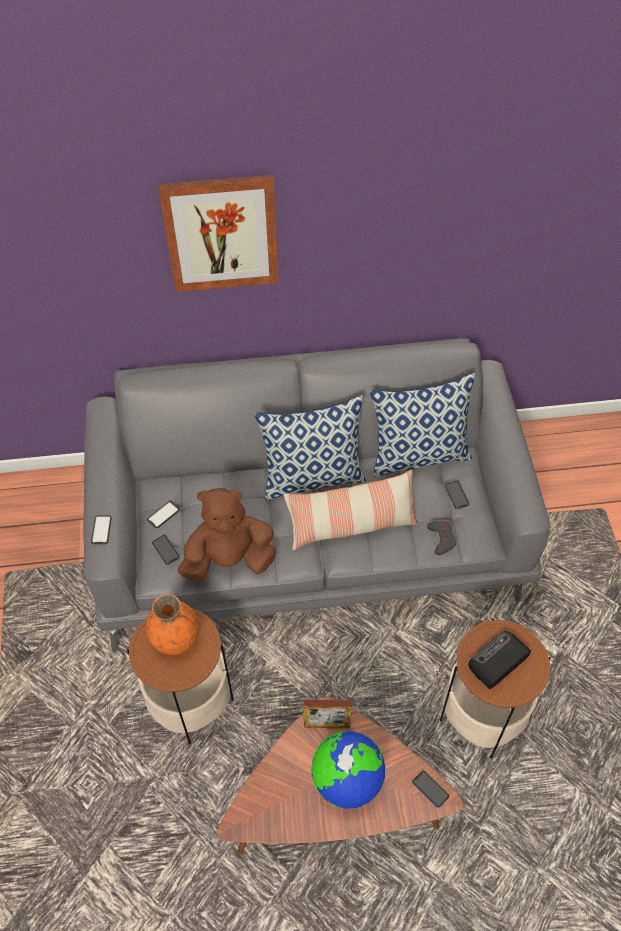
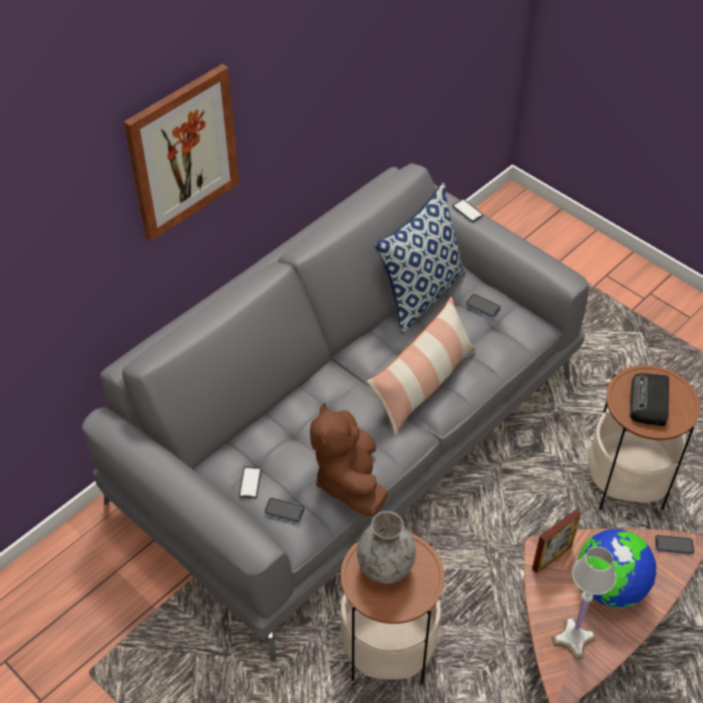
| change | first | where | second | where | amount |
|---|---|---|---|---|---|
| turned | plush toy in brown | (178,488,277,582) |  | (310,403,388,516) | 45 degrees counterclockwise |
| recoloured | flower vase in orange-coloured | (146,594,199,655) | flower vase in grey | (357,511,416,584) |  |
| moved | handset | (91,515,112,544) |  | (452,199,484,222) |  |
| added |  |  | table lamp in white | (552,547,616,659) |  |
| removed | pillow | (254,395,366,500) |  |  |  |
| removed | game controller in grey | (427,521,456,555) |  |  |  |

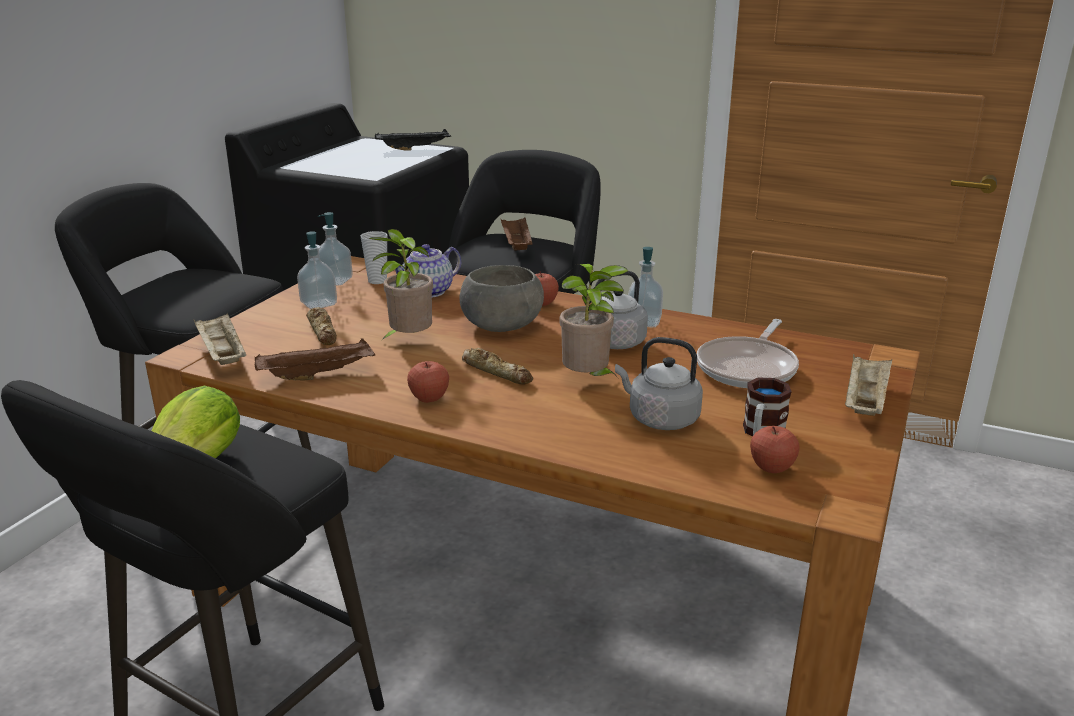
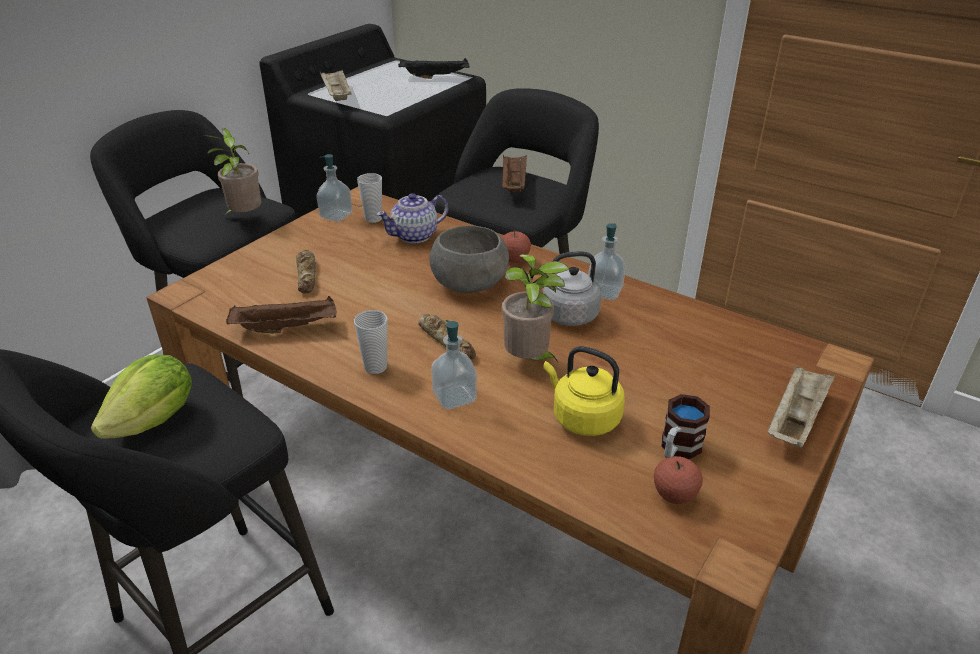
| change | first | where | second | where | amount |
|---|---|---|---|---|---|
| moved | plant in a pot | (369,229,433,340) |  | (204,128,261,214) |  |
| moved | serving tray in beige-coloured | (194,313,246,365) |  | (320,70,352,101) |  |
| replaced | whole apple | (407,361,449,403) | drinking cup | (354,310,387,374) |  |
| moved | soap dispenser | (297,231,337,309) |  | (431,320,477,410) |  |
| recoloured | tea kettle in grey | (615,337,703,430) | tea kettle in yellow | (543,346,625,436) |  |
| removed | skillet | (697,319,799,388) |  |  |  |

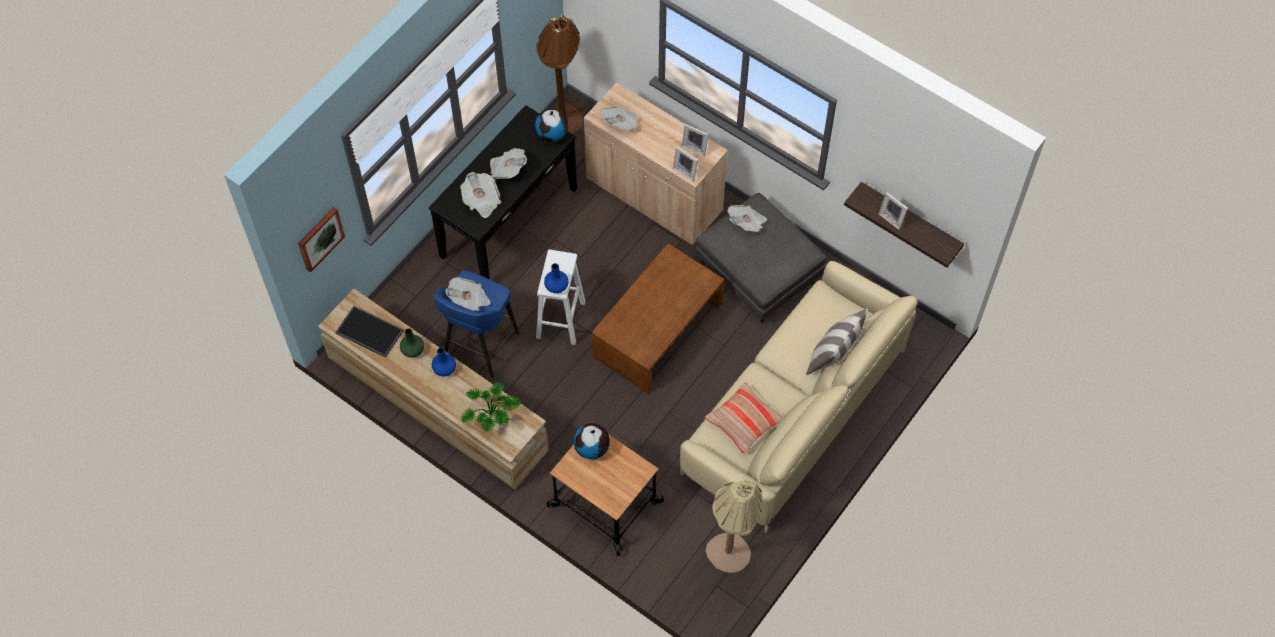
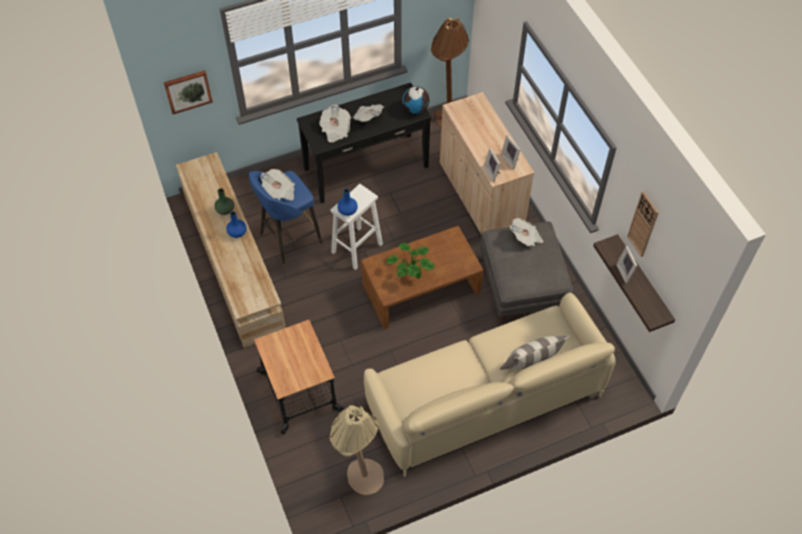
| change | first | where | second | where | amount |
|---|---|---|---|---|---|
| moved | plant in a pot | (461,382,521,432) |  | (385,242,435,279) |  |
| added |  |  | wall clock | (627,191,659,257) |  |
| removed | serving tray | (335,306,404,358) |  |  |  |
| removed | world globe | (574,423,610,459) |  |  |  |
| removed | printed paper | (600,106,640,129) |  |  |  |
| removed | pillow | (705,382,783,454) |  |  |  |

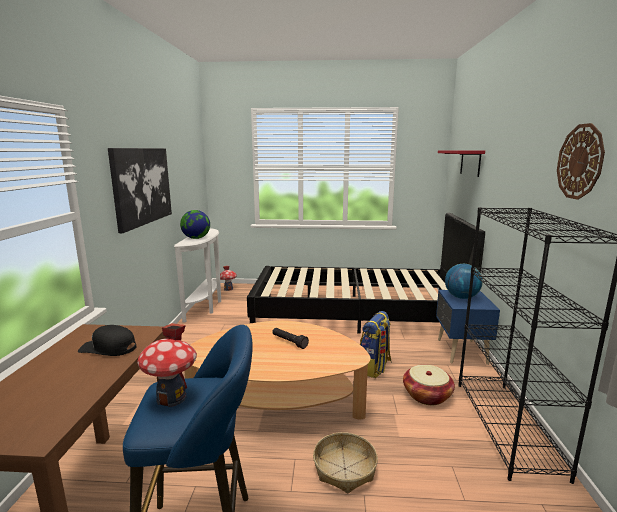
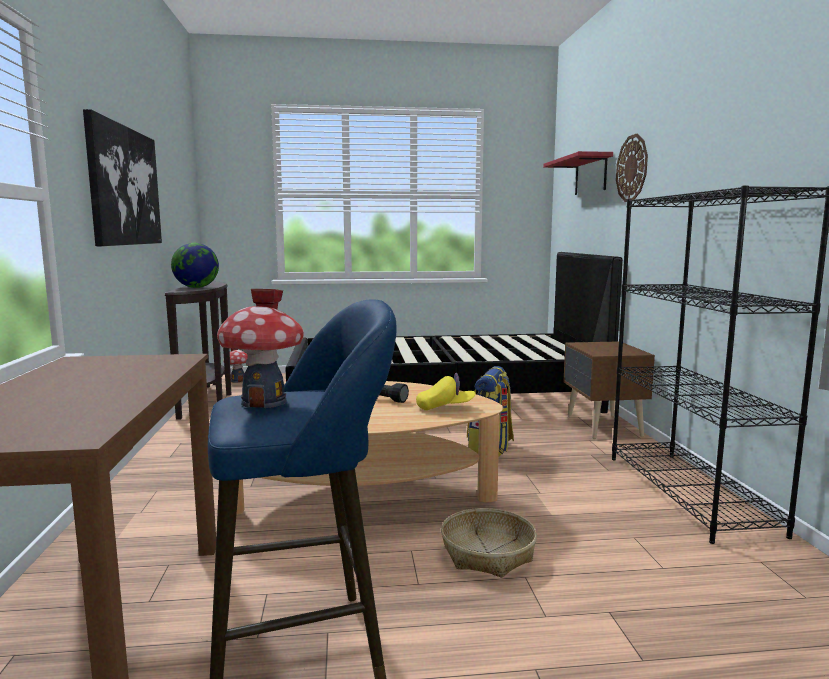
| change | first | where | second | where | amount |
|---|---|---|---|---|---|
| recoloured | narrow table in white | (174,228,221,322) | narrow table in brown | (165,282,231,420) |  |
| added |  |  | peaked cap in yellow | (416,373,476,410) |  |
| recoloured | night table in blue-coloured | (436,290,500,365) | night table in brown | (563,341,655,439) |  |
| moved | wall clock | (557,123,605,200) |  | (616,134,648,202) |  |
| removed | peaked cap in black-coloured | (78,325,137,356) |  |  |  |
| removed | household basket | (403,365,455,405) |  |  |  |
| removed | world globe | (445,264,483,299) |  |  |  |

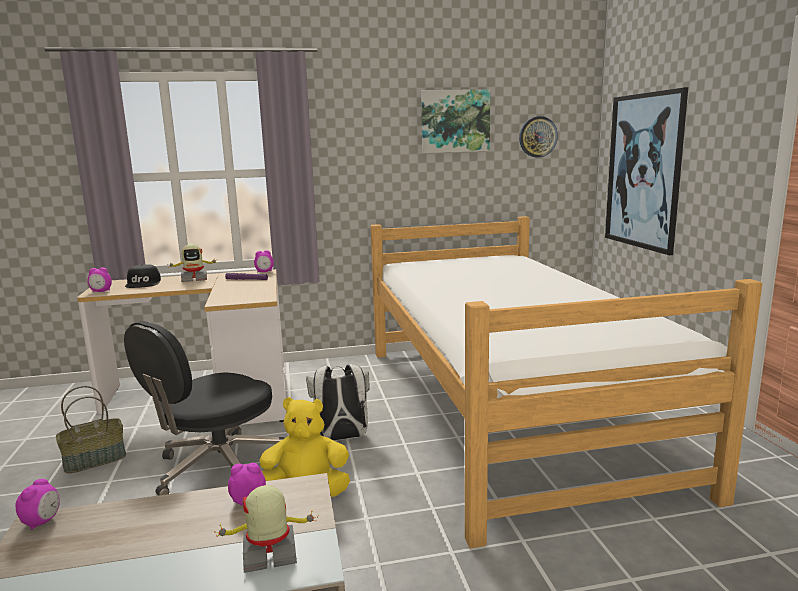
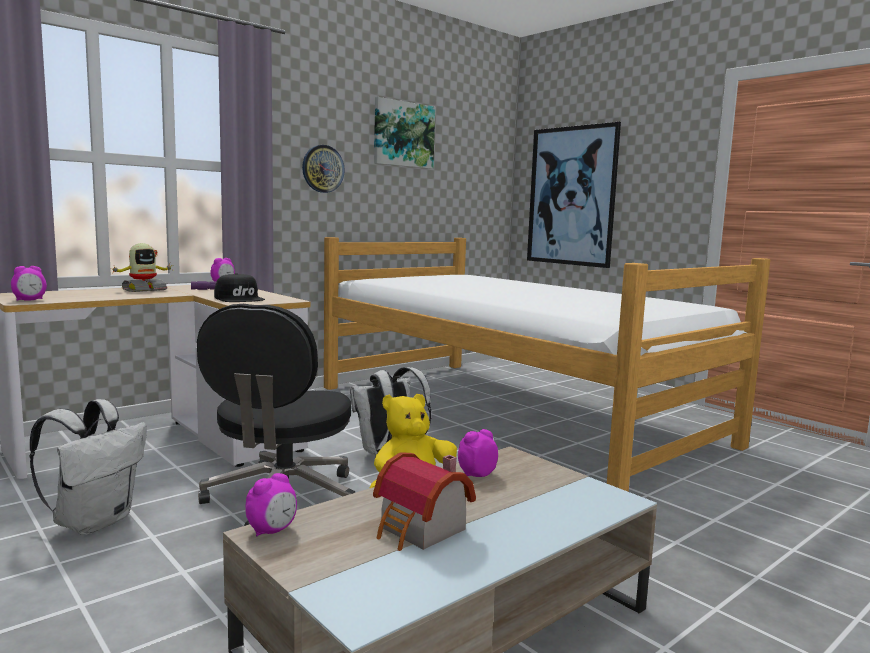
| change | first | where | second | where | amount |
|---|---|---|---|---|---|
| replaced | household basket | (56,386,126,474) | knapsack in white | (29,399,147,535) |  |
| moved | peaked cap in black-coloured | (125,264,161,288) |  | (214,273,265,302) |  |
| turned | bedside clock | (16,479,60,530) |  | (246,473,297,537) | 60 degrees clockwise |
| moved | wall clock | (519,116,558,157) |  | (302,145,345,193) |  |
| added |  |  | miniature house | (373,452,476,551) |  |
| removed | model robot | (213,485,318,573) |  |  |  |

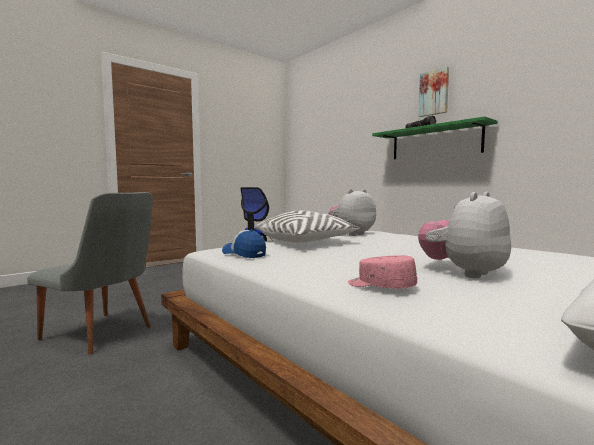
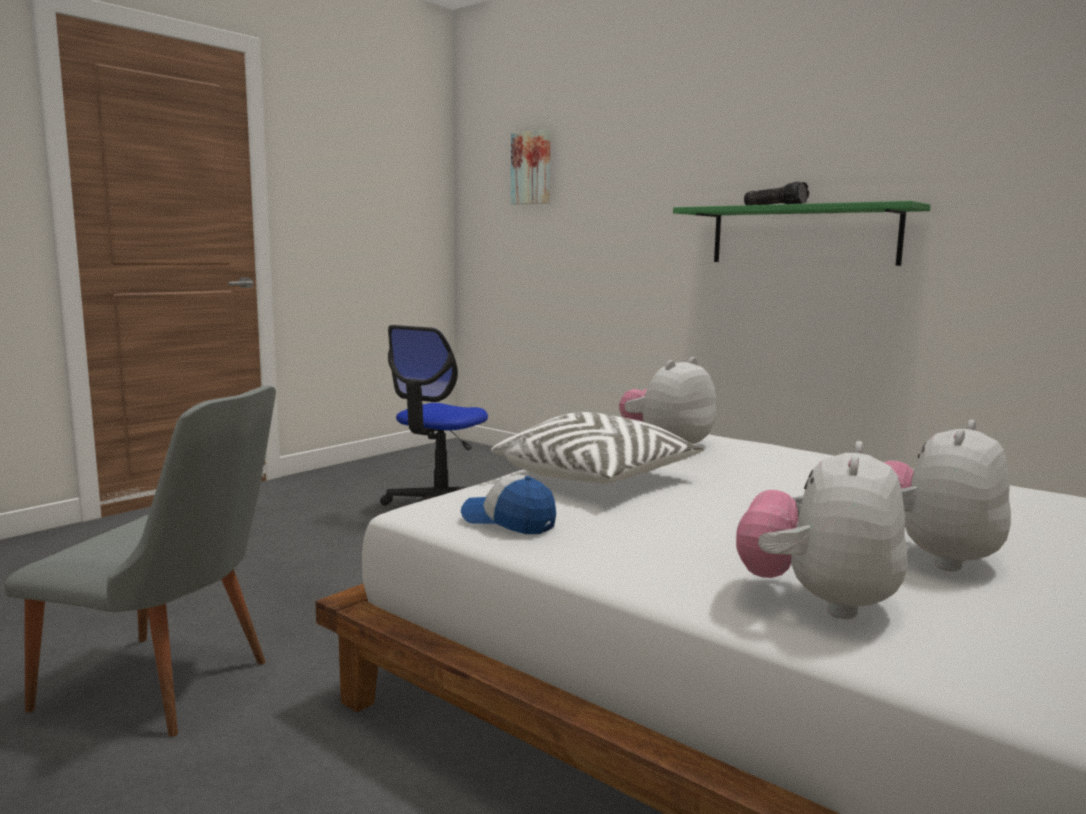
| change | first | where | second | where | amount |
|---|---|---|---|---|---|
| moved | wall picture | (419,67,449,117) |  | (511,129,551,204) |  |
| replaced | peaked cap in pinkish | (348,255,417,289) | plush toy | (736,441,907,619) |  |

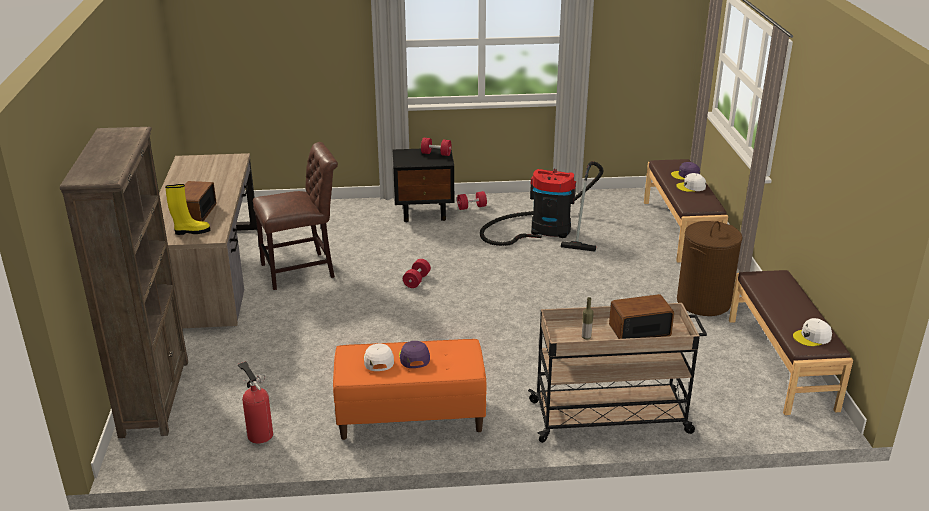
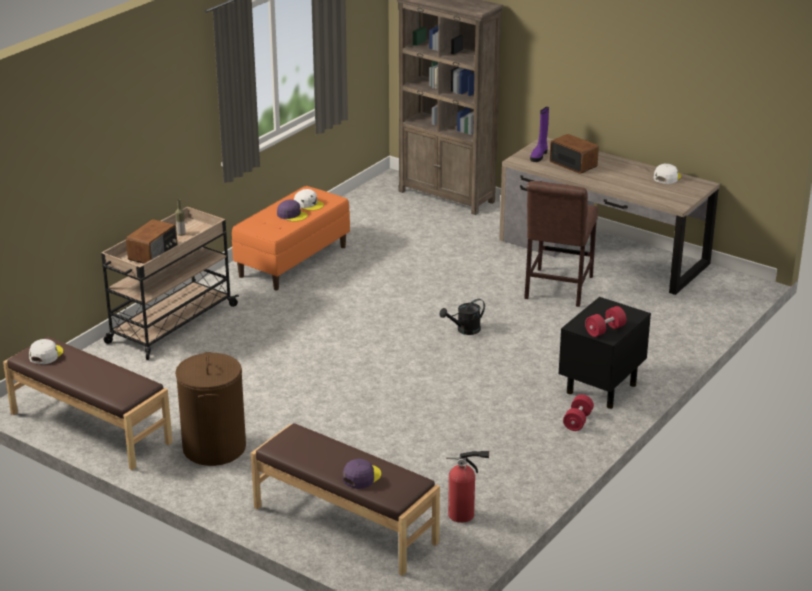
| change | first | where | second | where | amount |
|---|---|---|---|---|---|
| replaced | dumbbell in reddish | (403,259,431,288) | sprinkling can in black-coloured | (439,299,485,335) |  |
| moved | extinguisher | (238,361,273,443) |  | (446,451,489,523) |  |
| recoloured | boot in yellow | (165,184,210,235) | boot in purplish | (530,107,549,162) |  |
| moved | peaked cap in white | (676,173,706,192) |  | (654,164,681,184) |  |
| removed | hoover | (480,161,603,252) |  |  |  |

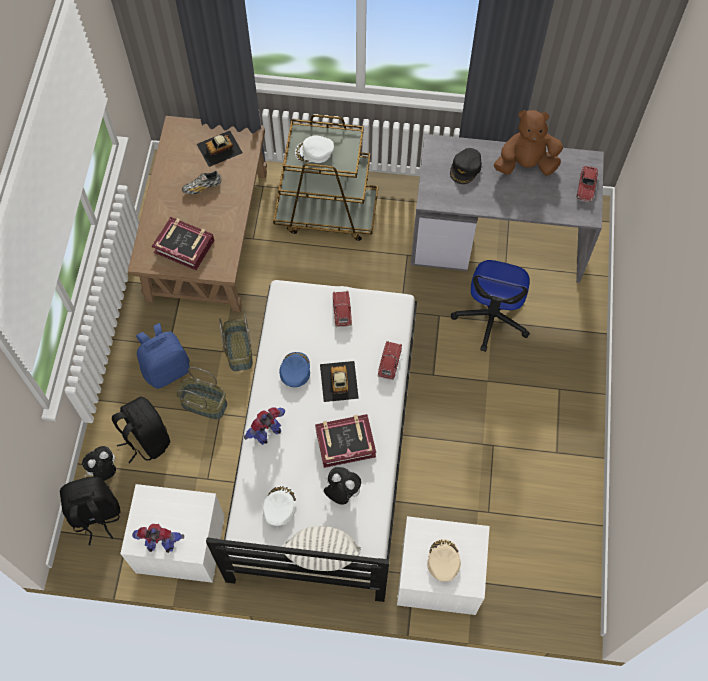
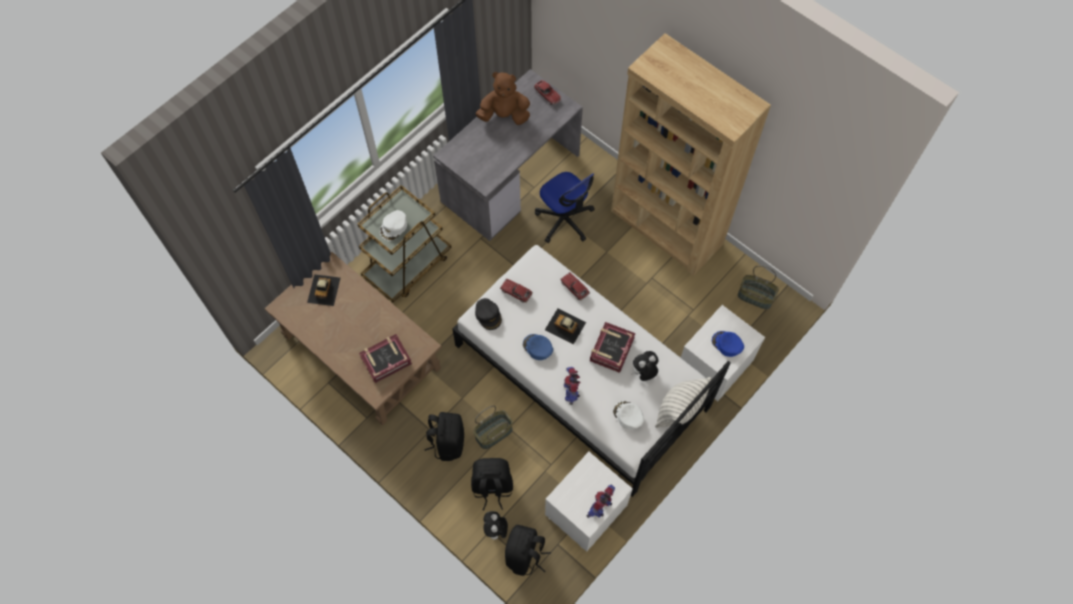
| change | first | where | second | where | amount |
|---|---|---|---|---|---|
| recoloured | knapsack in blue-coloured | (136,323,190,389) | knapsack in black-coloured | (424,412,464,461) |  |
| moved | peaked cap in black-coloured | (450,148,482,184) |  | (475,298,502,330) |  |
| turned | plush toy in brown | (494,110,563,176) |  | (476,72,530,125) | 60 degrees clockwise |
| added |  |  | shelving unit in brown | (611,33,771,276) |  |
| recoloured | peaked cap in beige-coloured | (427,539,461,582) | peaked cap in blue-coloured | (712,331,744,357) |  |
| moved | household basket | (219,314,253,372) |  | (738,265,779,309) |  |
| removed | low shoe | (182,171,221,194) |  |  |  |

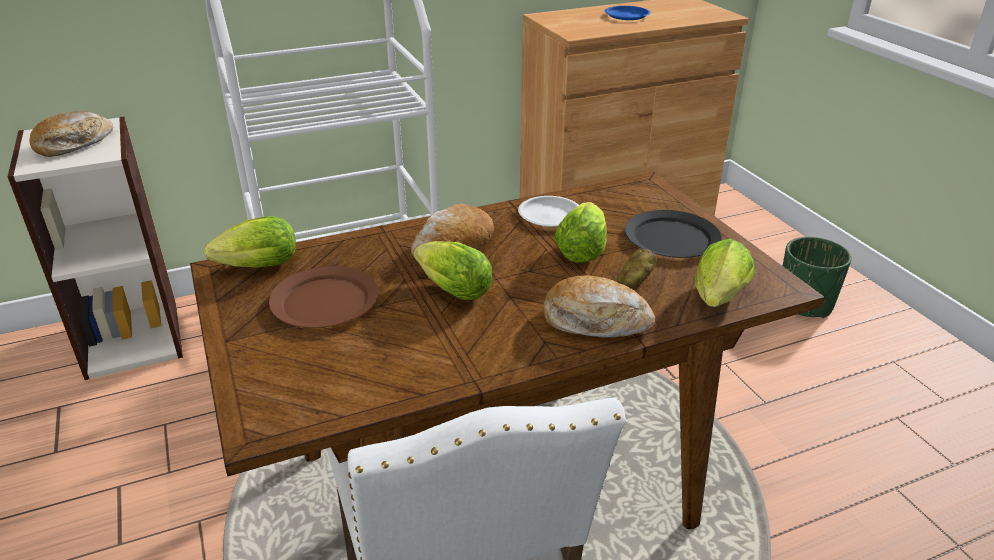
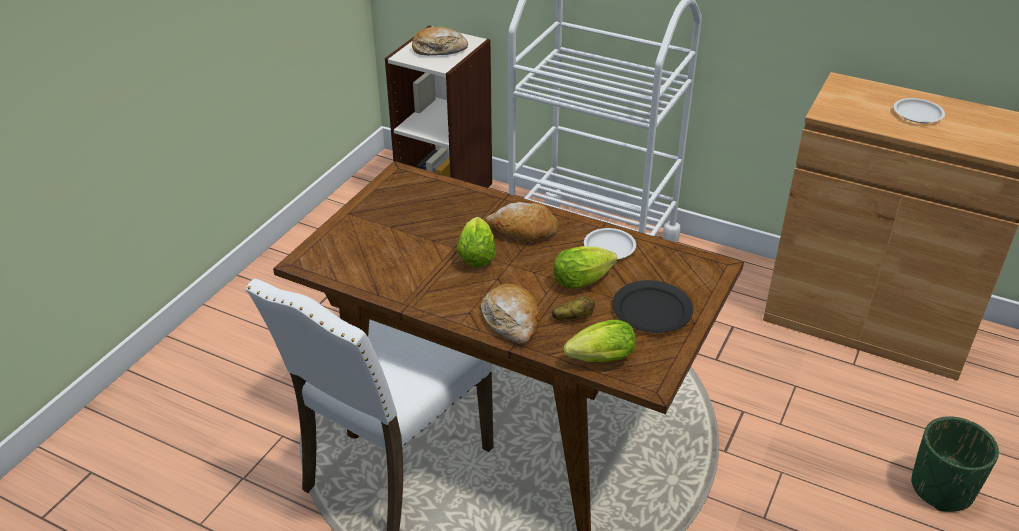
| change | first | where | second | where | amount |
|---|---|---|---|---|---|
| recoloured | flat dish in blue-coloured | (605,6,651,20) | flat dish in white | (894,98,945,123) |  |
| removed | head of lettuce | (204,216,296,268) |  |  |  |
| removed | flat dish in brown | (269,266,379,328) |  |  |  |

